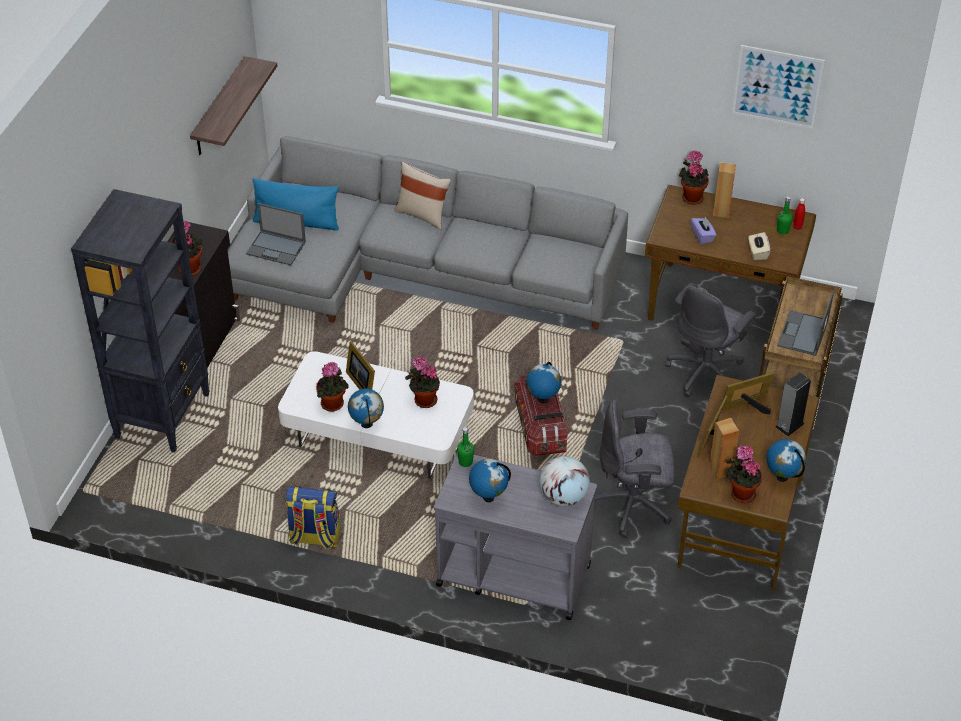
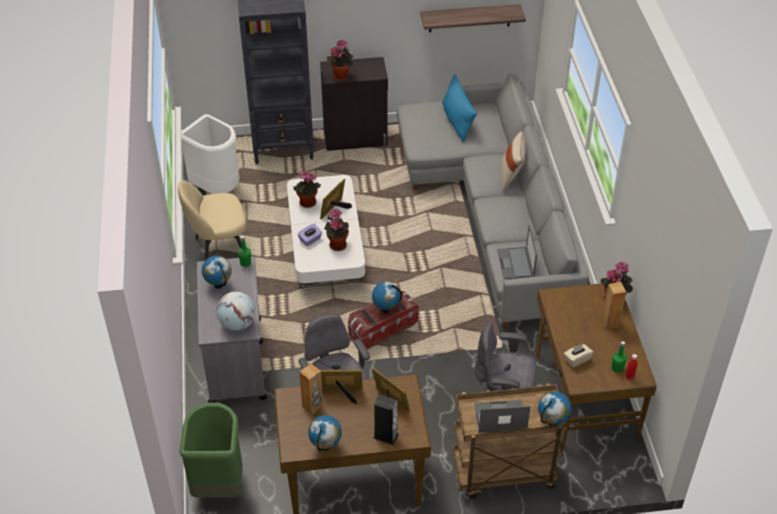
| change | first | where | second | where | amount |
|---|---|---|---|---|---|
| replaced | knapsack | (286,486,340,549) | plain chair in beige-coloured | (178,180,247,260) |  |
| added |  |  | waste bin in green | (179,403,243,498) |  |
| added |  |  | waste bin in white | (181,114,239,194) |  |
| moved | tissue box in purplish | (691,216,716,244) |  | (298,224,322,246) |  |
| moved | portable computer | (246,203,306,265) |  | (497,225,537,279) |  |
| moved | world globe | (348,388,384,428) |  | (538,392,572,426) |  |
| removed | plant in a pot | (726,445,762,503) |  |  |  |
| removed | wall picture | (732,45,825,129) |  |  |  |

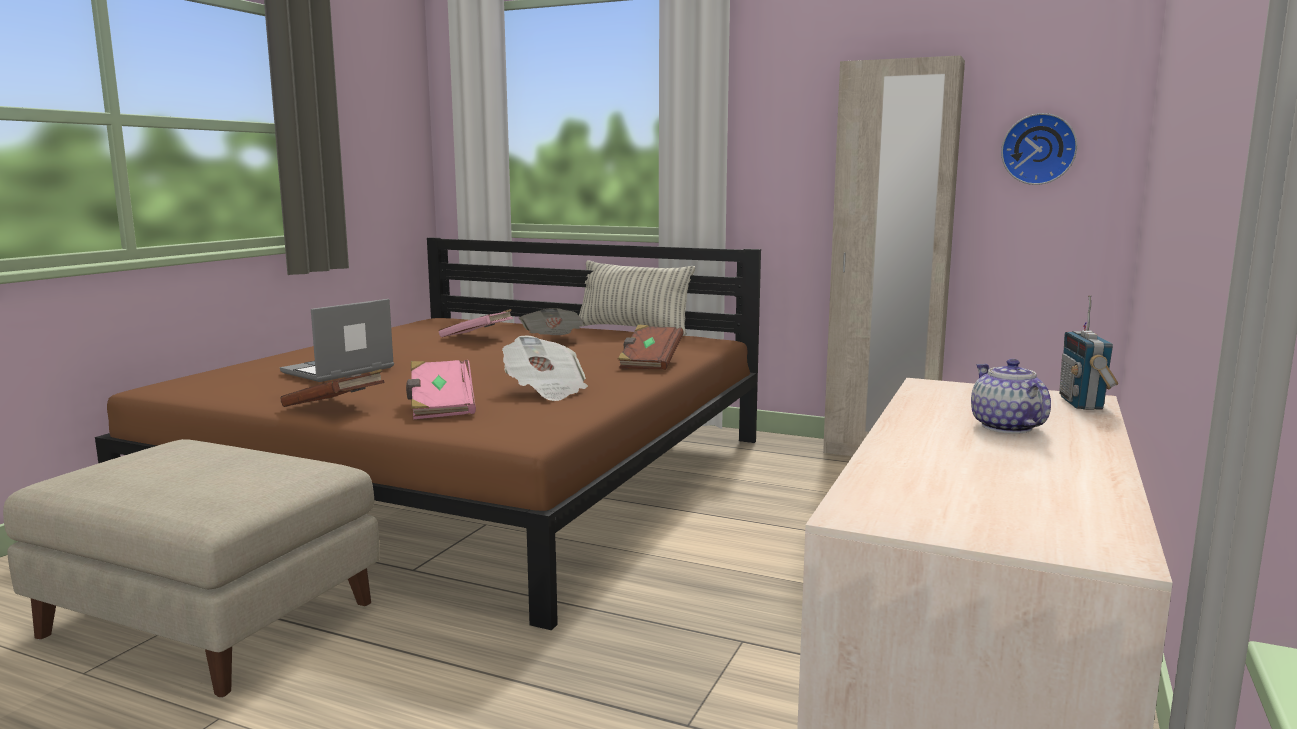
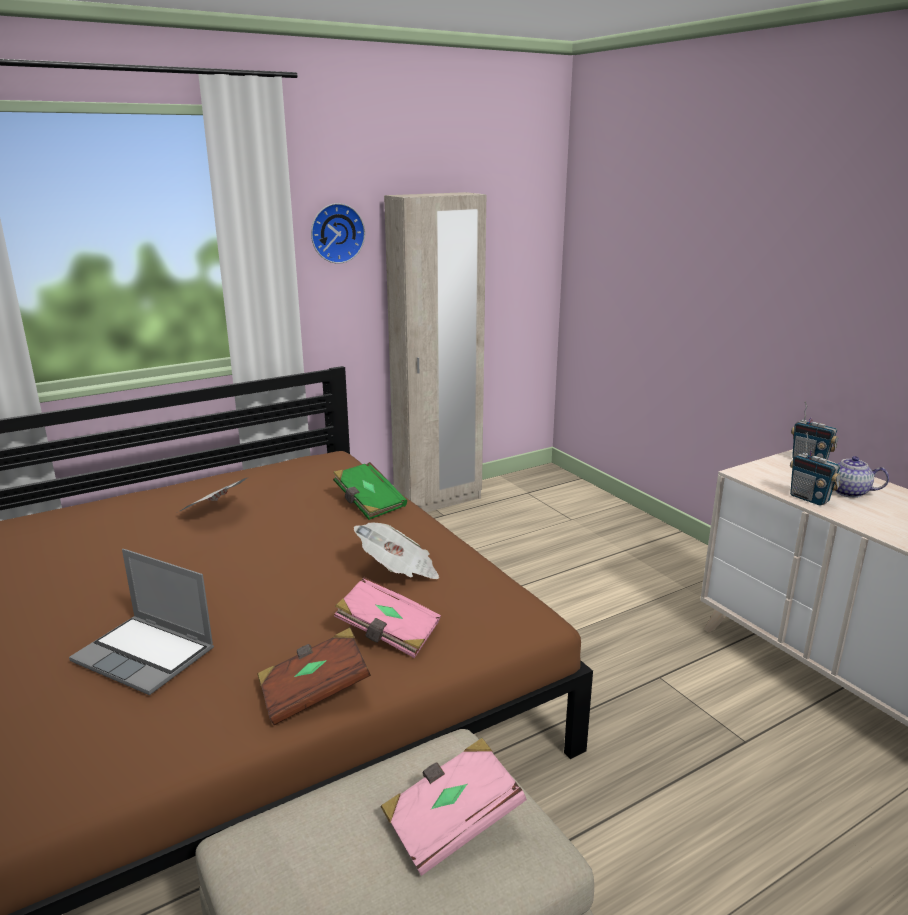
| change | first | where | second | where | amount |
|---|---|---|---|---|---|
| turned | portable computer | (280,299,394,382) |  | (69,549,214,695) | 45 degrees counterclockwise |
| moved | wall clock | (1001,113,1077,185) |  | (311,203,365,264) |  |
| recoloured | volume in brown | (618,324,684,370) | volume in green | (333,462,407,520) |  |
| moved | volume in pinkish | (439,309,513,337) |  | (381,738,527,876) |  |
| added |  |  | radio receiver | (790,432,841,506) |  |
| removed | pillow | (579,260,695,336) |  |  |  |

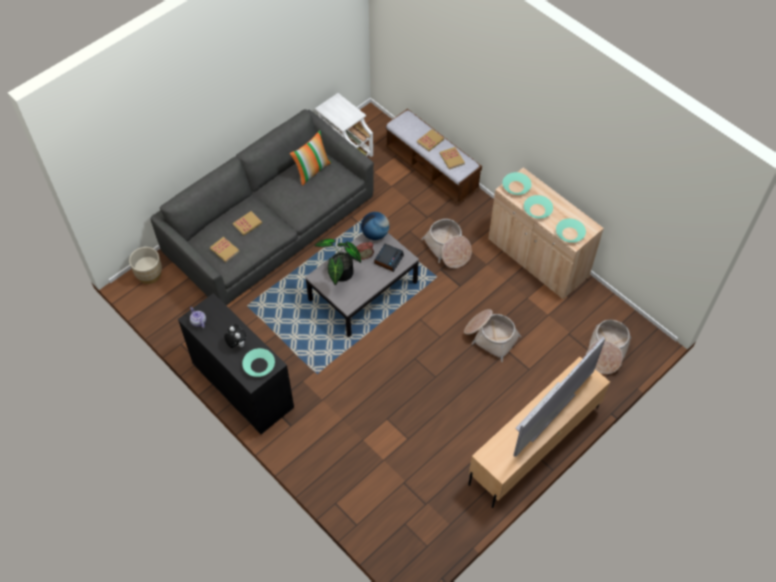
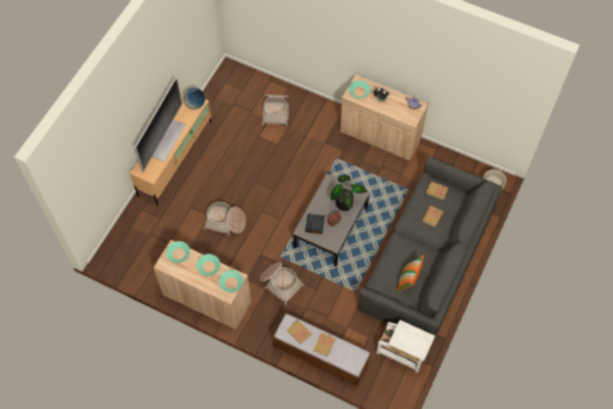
| change | first | where | second | where | amount |
|---|---|---|---|---|---|
| moved | world globe | (361,212,389,240) |  | (183,88,205,109) |  |
| moved | household basket | (586,320,631,374) |  | (262,94,290,126) |  |
| recoloured | cupboard in black-coloured | (178,293,294,435) | cupboard in beige-coloured | (340,74,428,161) |  |

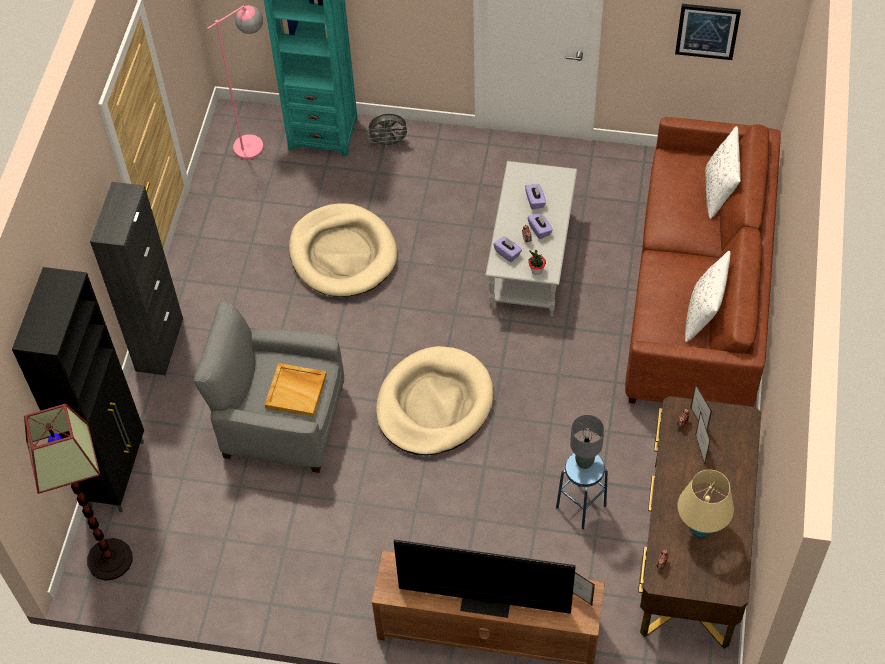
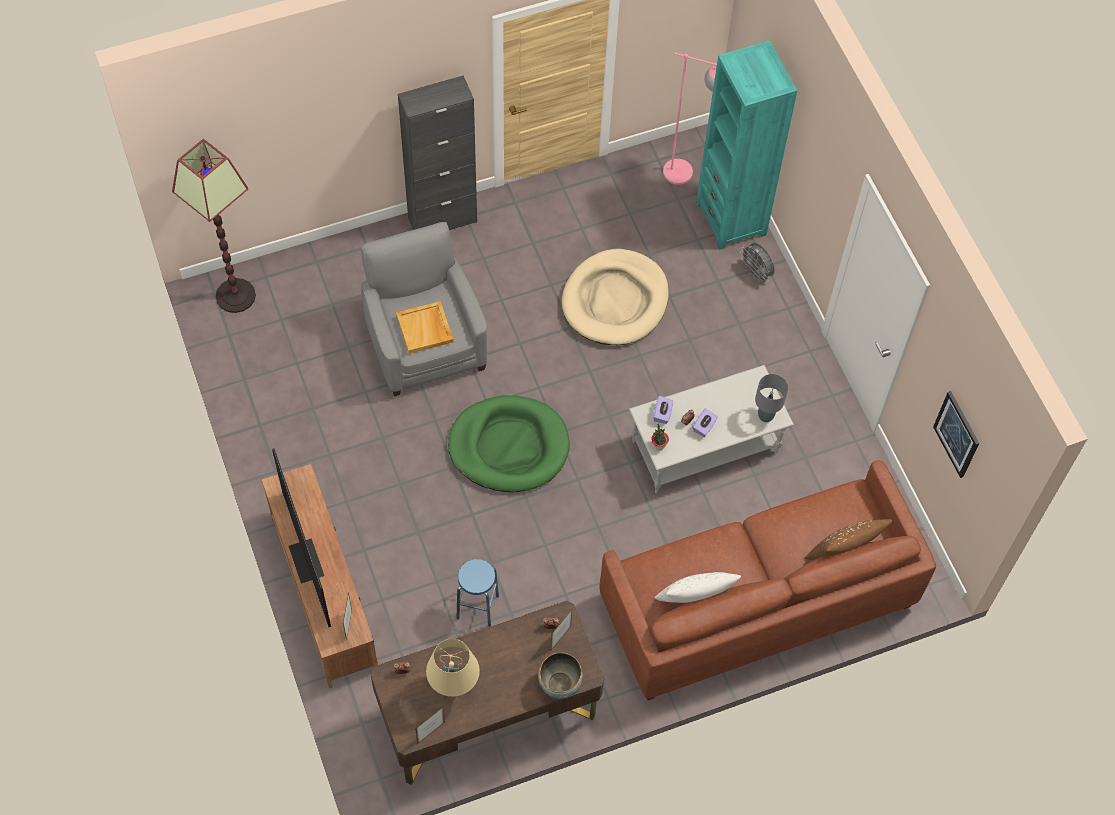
| change | first | where | second | where | amount |
|---|---|---|---|---|---|
| moved | photo frame | (695,411,710,464) |  | (415,706,445,744) |  |
| recoloured | dog cushion in beige-coloured | (376,346,494,455) | dog cushion in green | (448,395,569,492) |  |
| added |  |  | serving bowl | (538,652,583,699) |  |
| moved | table lamp in grey | (570,415,604,469) |  | (755,374,788,422) |  |
| recoloured | pillow in white | (705,126,741,219) | pillow in brown | (805,519,892,560) |  |
| removed | cupboard in black-coloured | (12,267,144,512) |  |  |  |
| removed | tissue box in purplish | (525,184,546,210) |  |  |  |

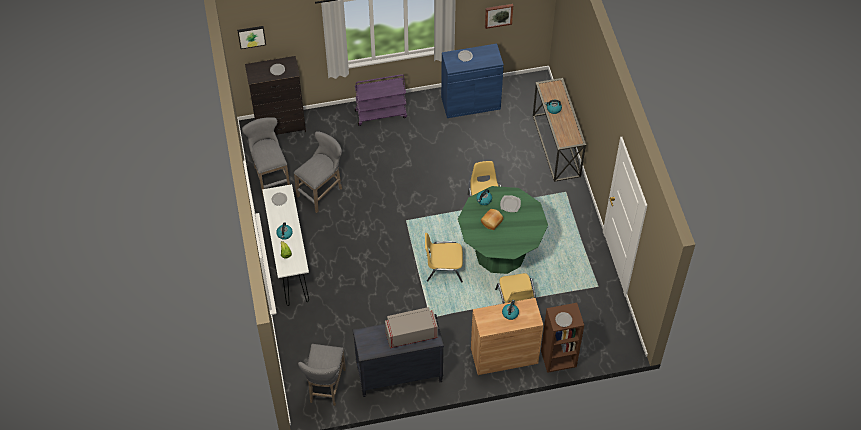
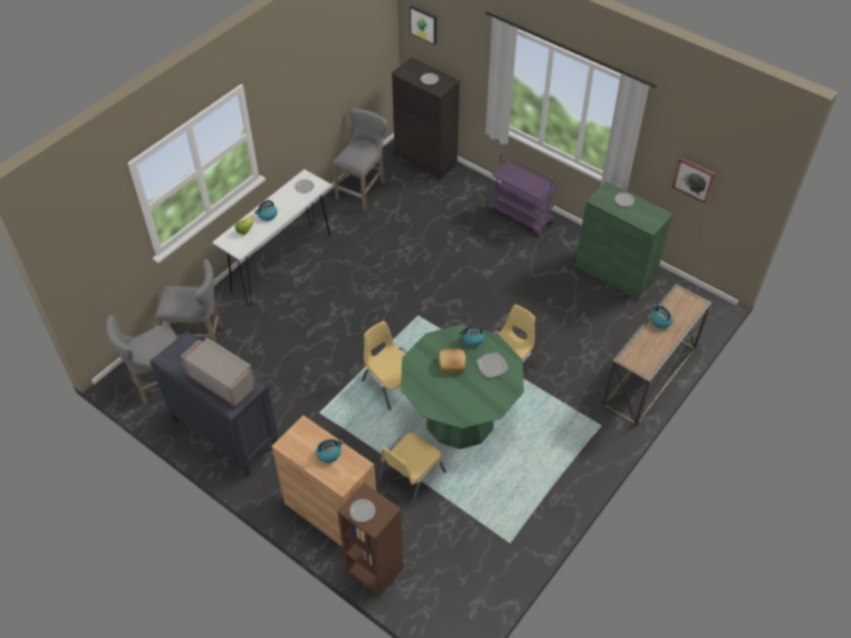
| change | first | where | second | where | amount |
|---|---|---|---|---|---|
| moved | stool in grey | (294,132,342,213) |  | (155,259,223,343) |  |
| recoloured | cupboard in blue-coloured | (441,44,504,118) | cupboard in green | (575,181,673,300) |  |

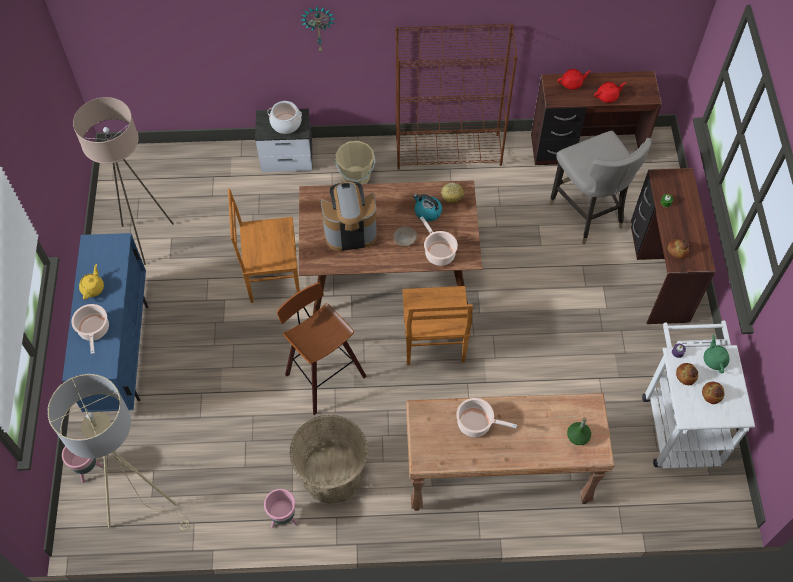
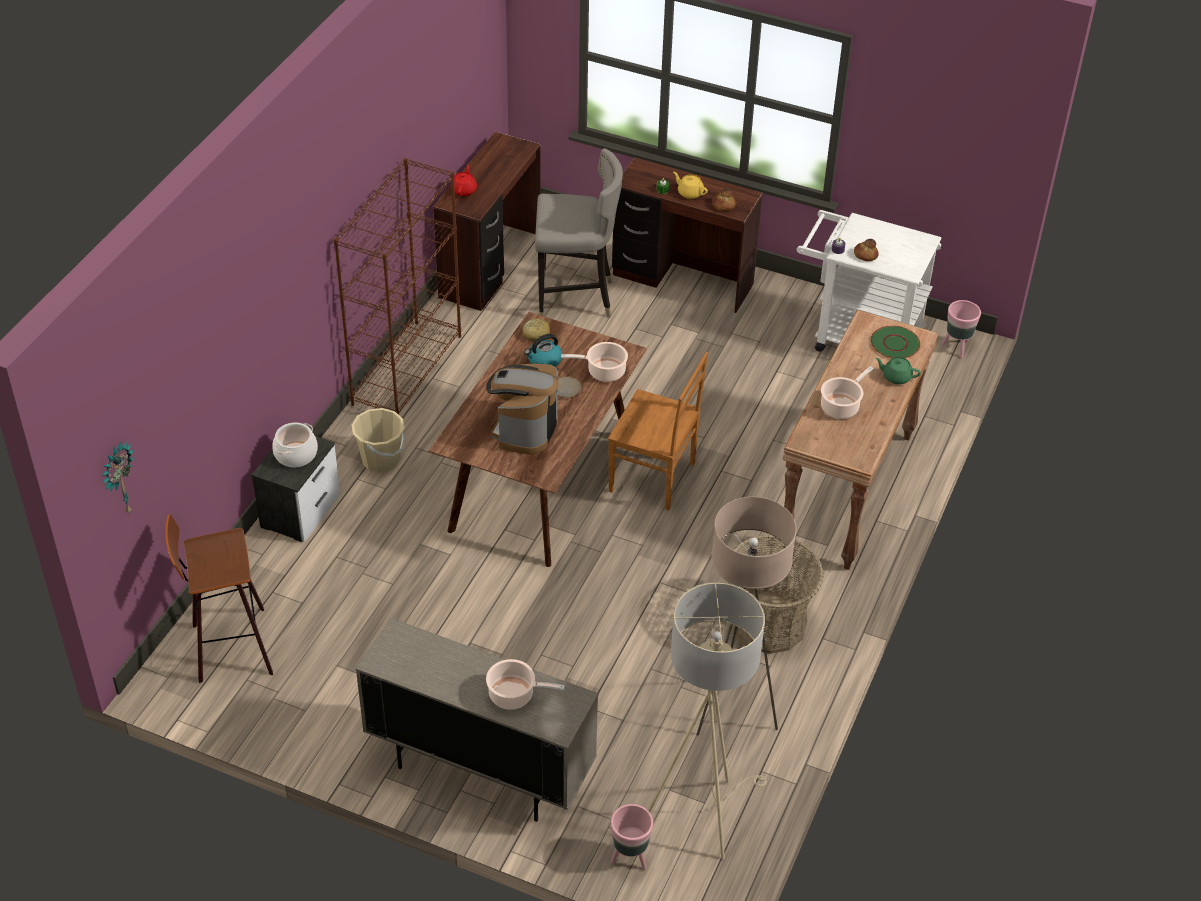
| change | first | where | second | where | amount |
|---|---|---|---|---|---|
| moved | wall clock | (301,7,335,53) |  | (102,441,134,515) |  |
| moved | stool | (277,283,367,415) |  | (165,515,273,683) |  |
| recoloured | cupboard in blue-coloured | (62,233,148,412) | cupboard in beige-coloured | (356,618,598,822) |  |
| moved | teapot in yellow | (79,264,104,300) |  | (673,172,708,199) |  |
| moved | standing lamp in beige-coloured | (73,97,174,265) |  | (696,497,797,736) |  |
| replaced | bottle in green | (567,417,591,445) | flat dish in green | (871,326,920,358) |  |
| moved | teapot in green | (704,335,730,373) |  | (875,357,921,384) |  |
| moved | flower pot in pinkish | (264,489,297,528) |  | (941,300,981,358) |  |
| removed | plain chair in brown | (228,189,300,303) |  |  |  |
| removed | teapot in reddish | (594,82,626,103) |  |  |  |
| removed | bread | (702,382,725,404) |  |  |  |

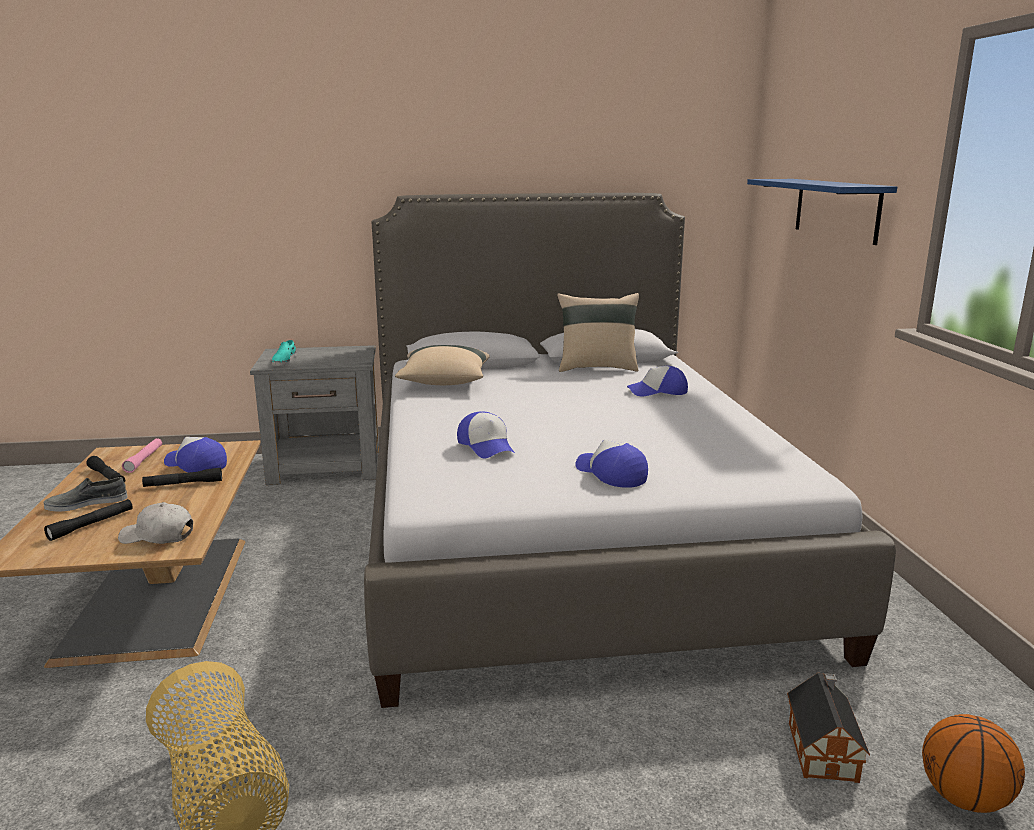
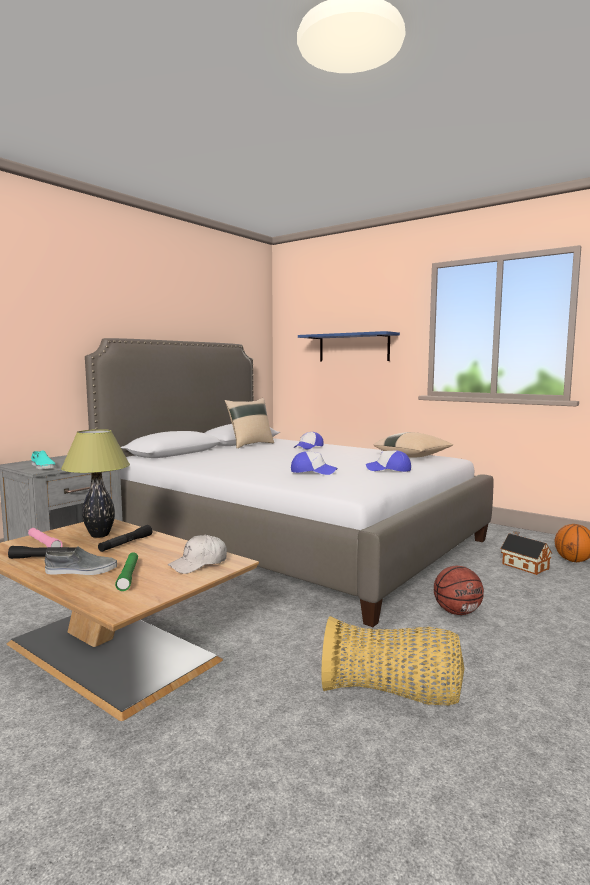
| change | first | where | second | where | amount |
|---|---|---|---|---|---|
| turned | low shoe in grey | (44,477,128,511) |  | (45,546,117,575) | 120 degrees counterclockwise |
| replaced | peaked cap | (164,437,227,473) | table lamp | (61,429,130,538) |  |
| recoloured | flashlight in black-coloured | (44,499,133,541) | flashlight in green | (115,552,138,591) |  |
| moved | pillow in beige-coloured | (395,345,490,385) |  | (374,432,453,458) |  |
| added |  |  | basketball | (434,566,484,615) |  |

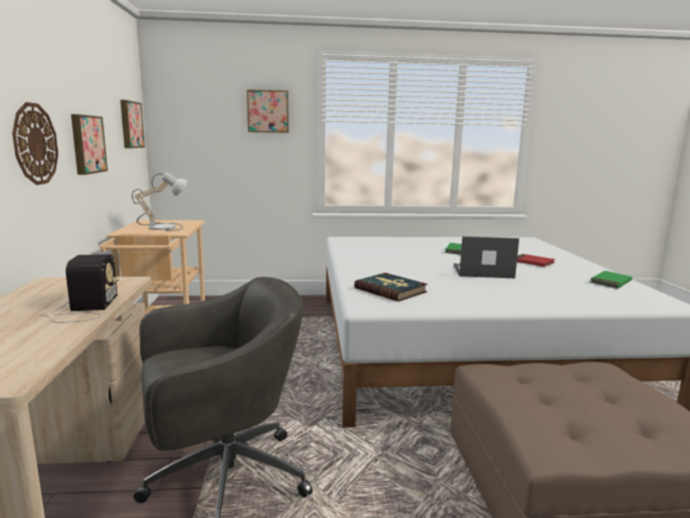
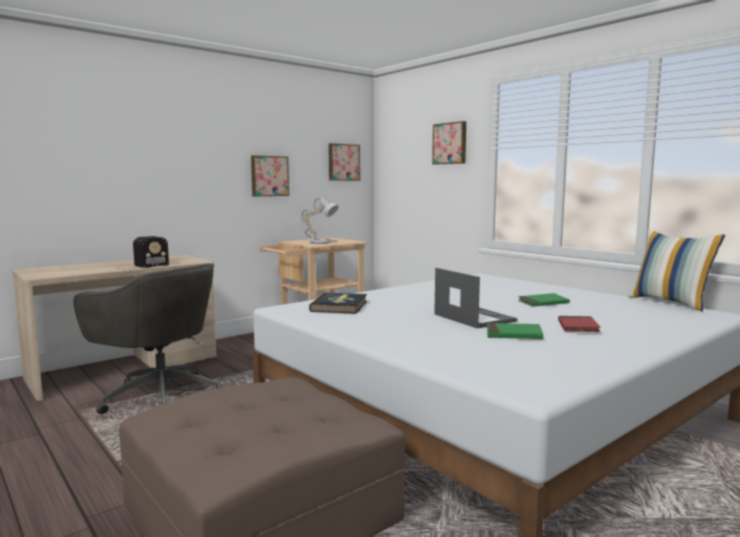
| change | first | where | second | where | amount |
|---|---|---|---|---|---|
| moved | volume in green | (590,271,632,289) |  | (487,323,543,339) |  |
| added |  |  | pillow | (628,229,725,311) |  |
| removed | wall clock | (12,102,58,185) |  |  |  |

